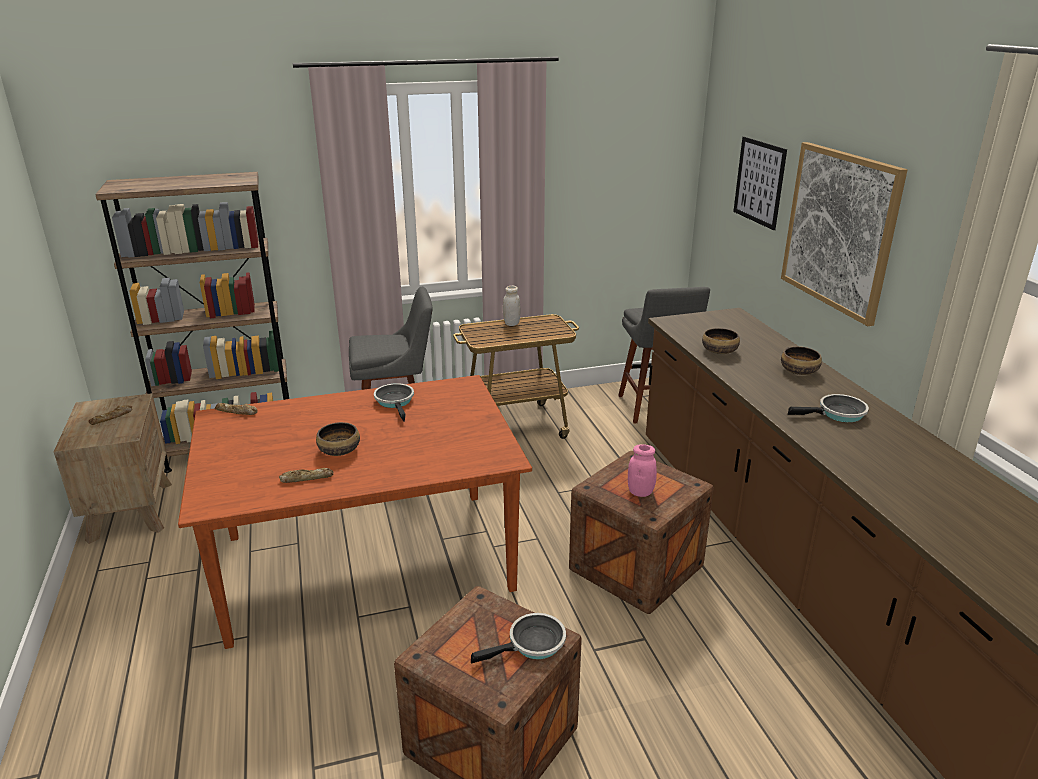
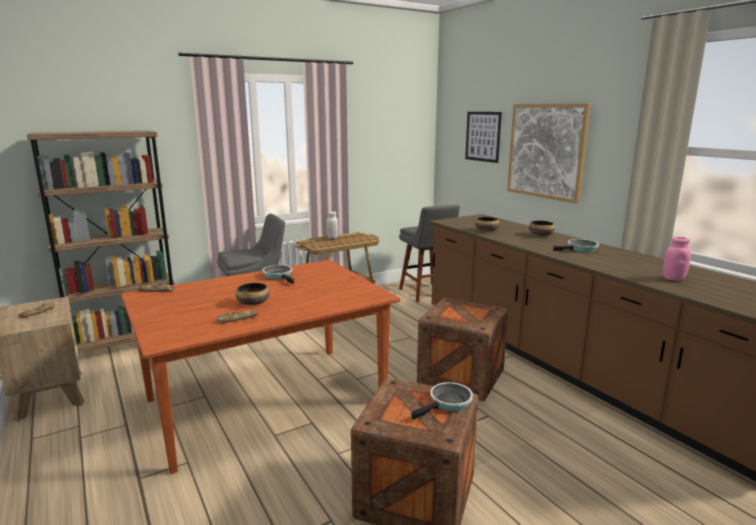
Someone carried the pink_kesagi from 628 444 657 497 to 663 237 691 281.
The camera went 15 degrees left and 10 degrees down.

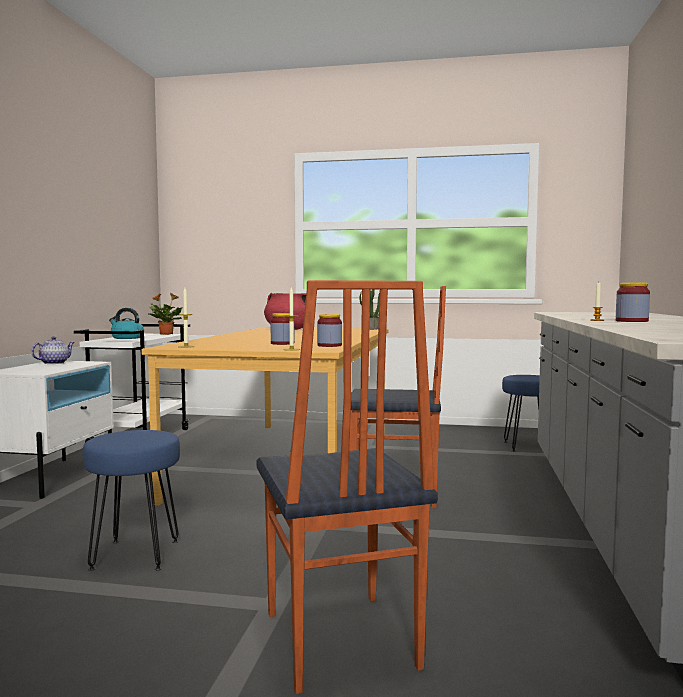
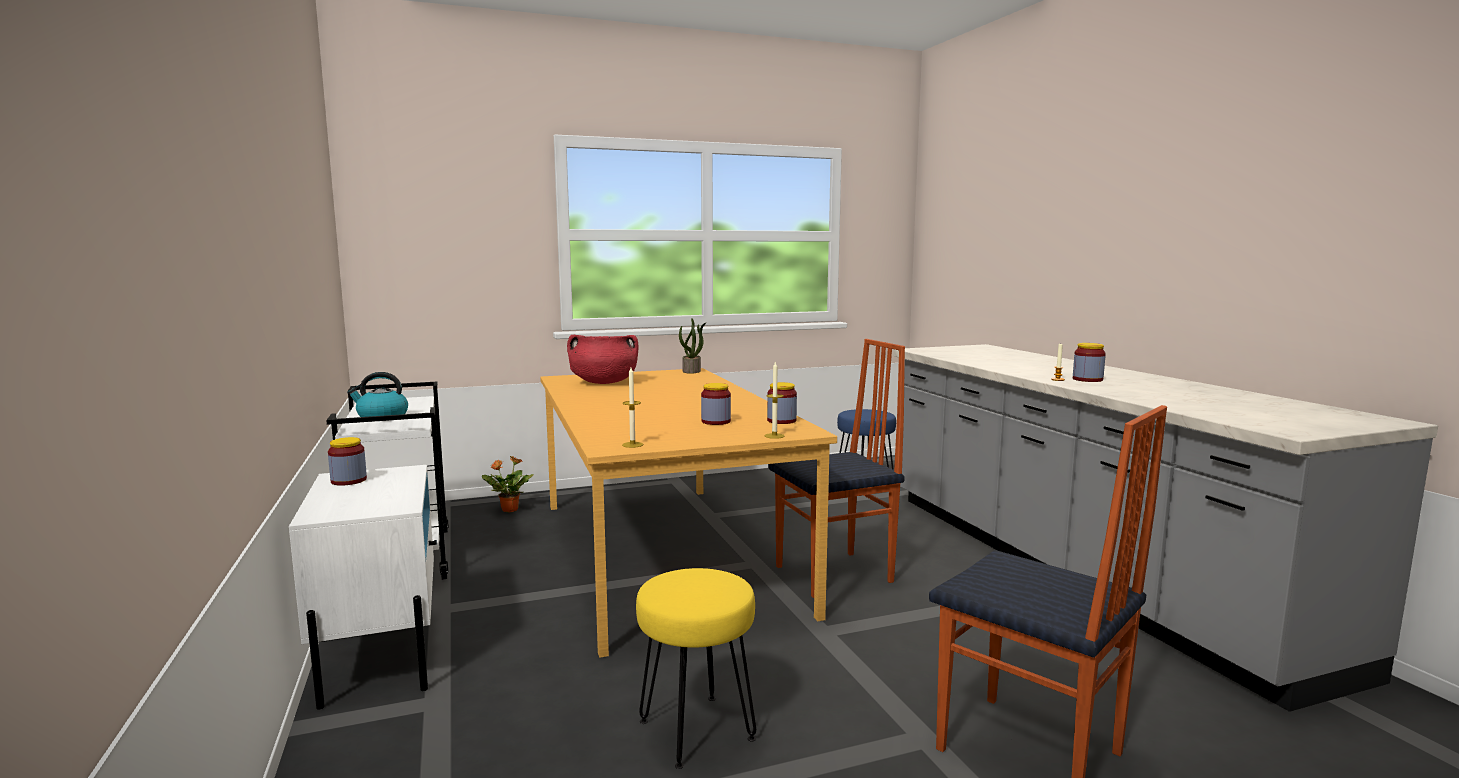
Someone carried the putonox from 149 293 183 335 to 482 456 534 513.
Someone swapped the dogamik at 31 336 75 364 for the kesagi at 328 437 367 486.
Someone repainted the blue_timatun at 82 430 180 571, which became the yellow_timatun at 636 568 756 769.
The camera went 30 degrees left and 5 degrees up.

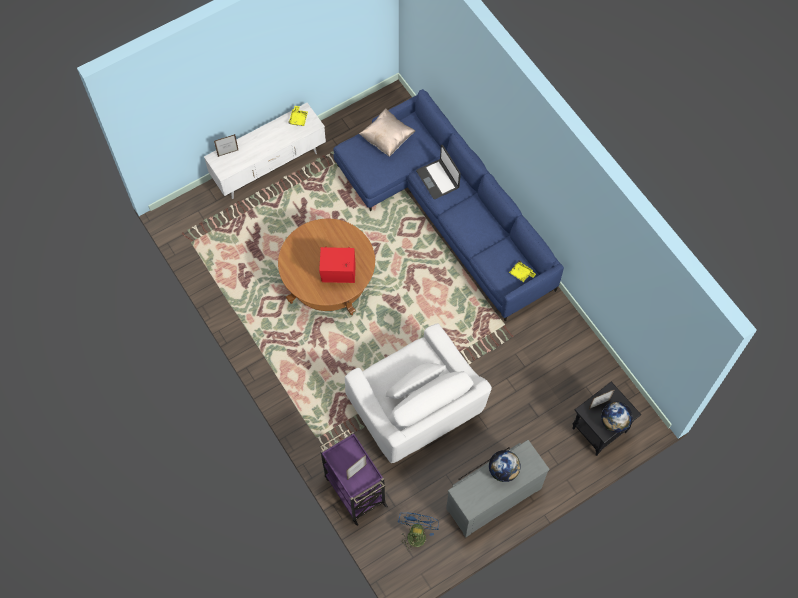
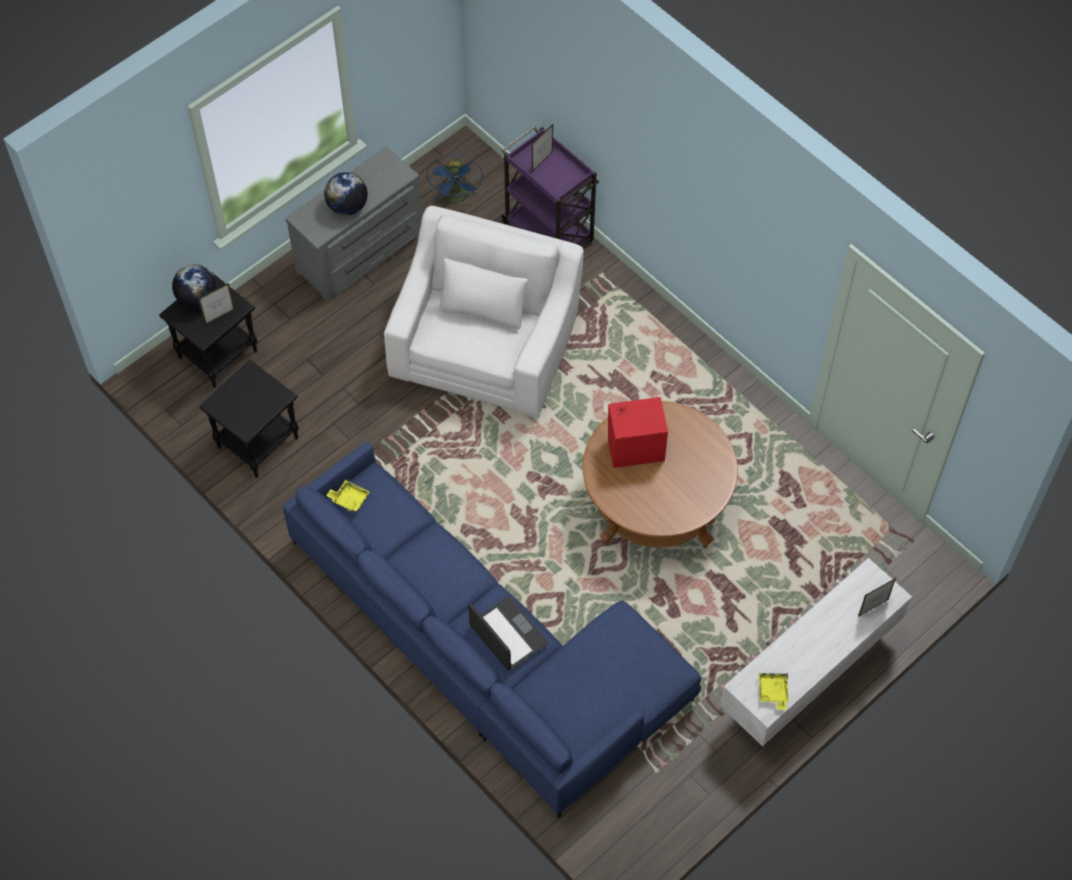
Someone took away the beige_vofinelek at 359 108 415 157.
Someone rotated the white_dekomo at 345 323 492 463 by 60 degrees clockwise.
Someone put down the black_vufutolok at 199 360 299 478.
The camera went 170 degrees right and 5 degrees down.

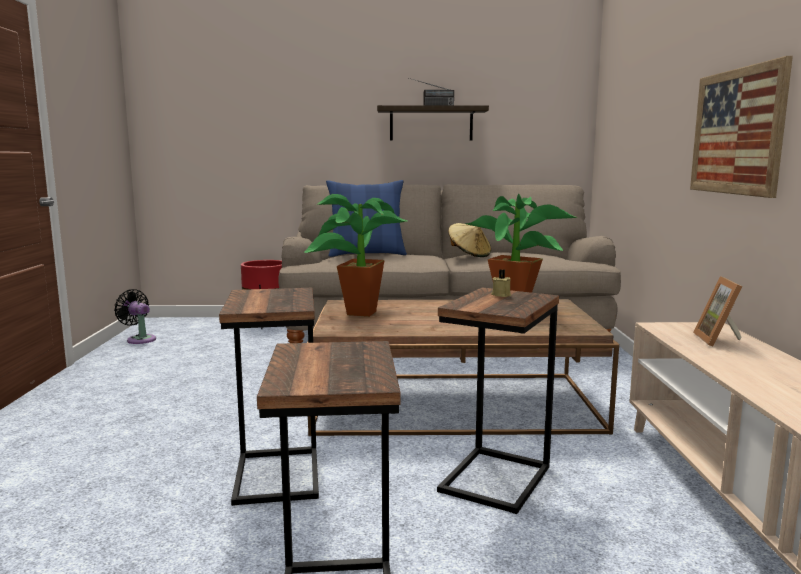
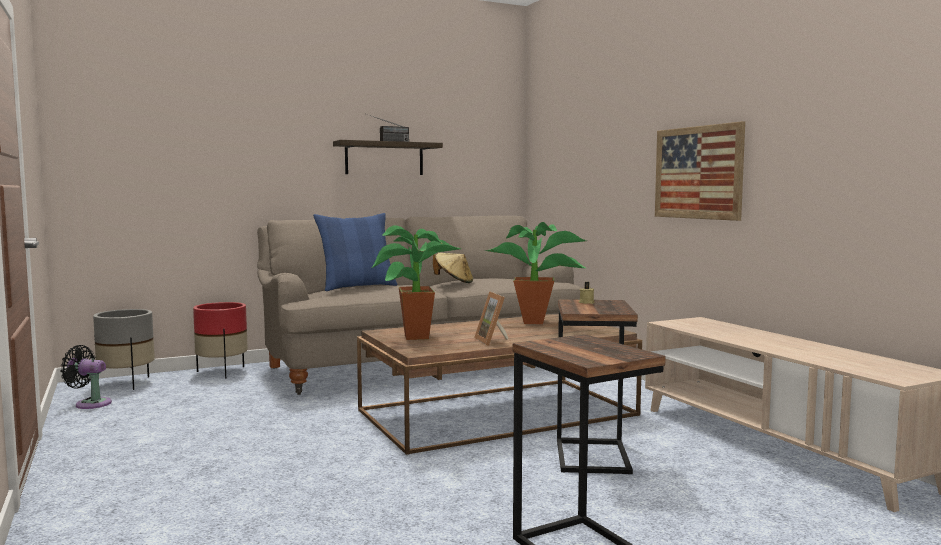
Someone carried the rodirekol from 693 276 742 347 to 474 291 508 346.
Someone took away the vufutolok at 219 288 319 506.
Someone put down the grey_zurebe at 93 309 155 390.
The camera went 25 degrees left and 5 degrees down.

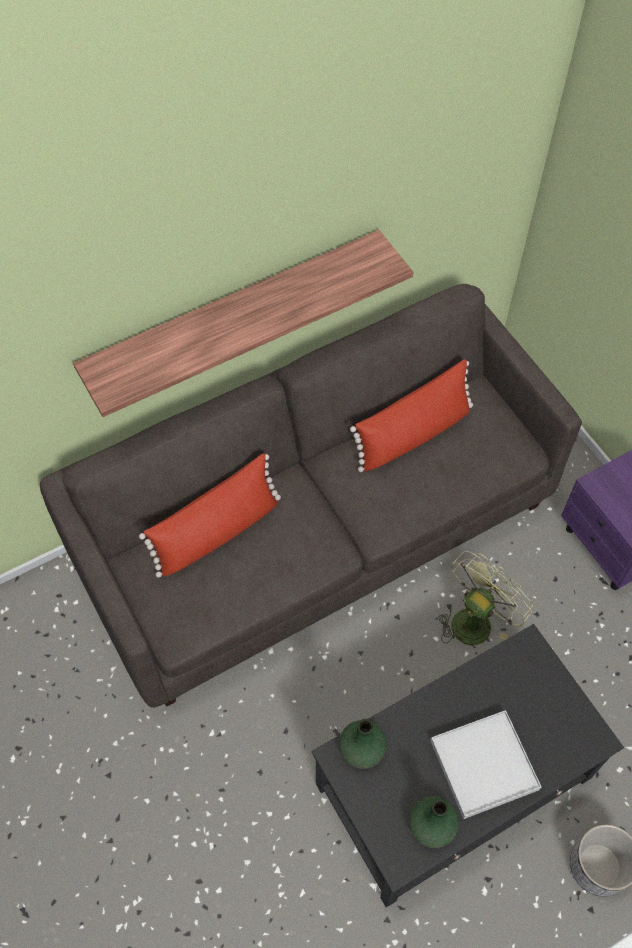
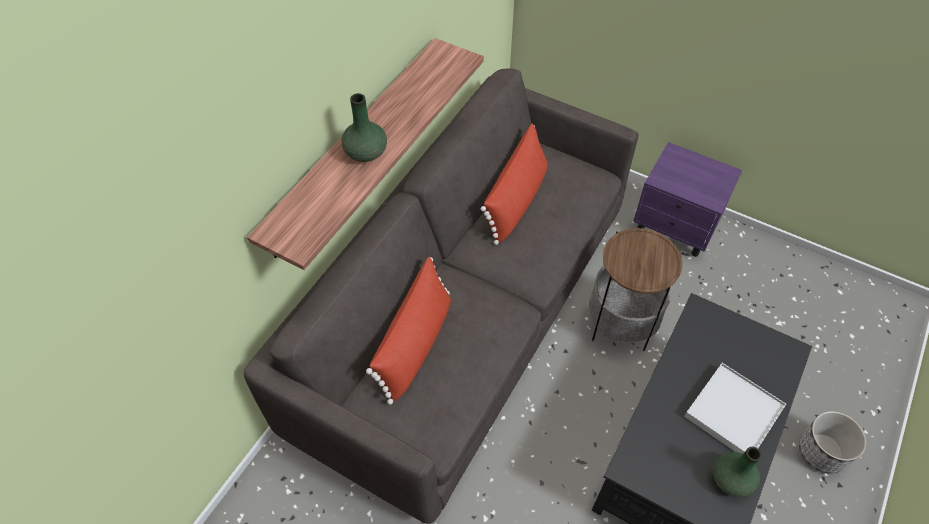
Someone swapped the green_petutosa at 439 551 533 645 for the vufutolok at 589 228 683 351.
Someone carried the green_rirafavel from 339 719 387 769 to 341 93 387 162.
The camera went 30 degrees left and 5 degrees down.

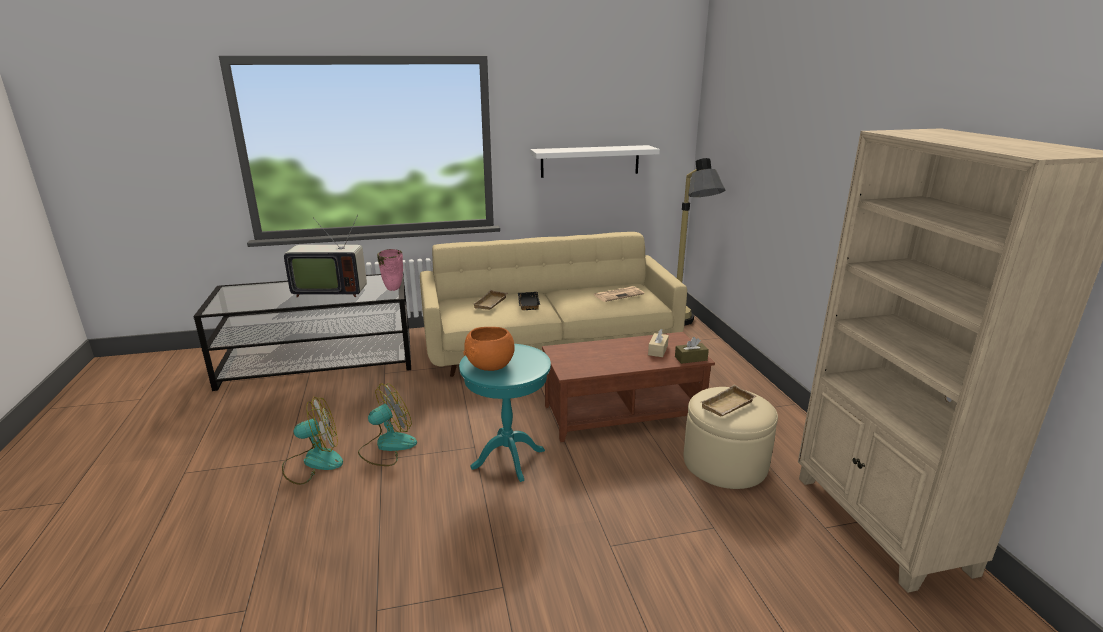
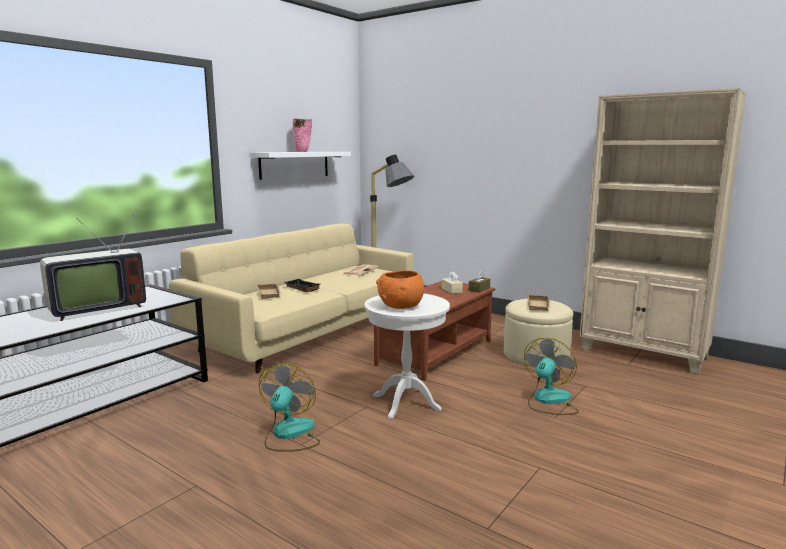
Someone carried the pink_rirafavel from 377 249 403 291 to 293 118 312 152.
Someone repainted the turquoise_vufutolok at 459 344 551 482, which became the white_vufutolok at 365 294 450 419.
Someone carried the petutosa from 282 397 343 485 to 524 338 579 415.
The camera went 40 degrees left and 10 degrees down.

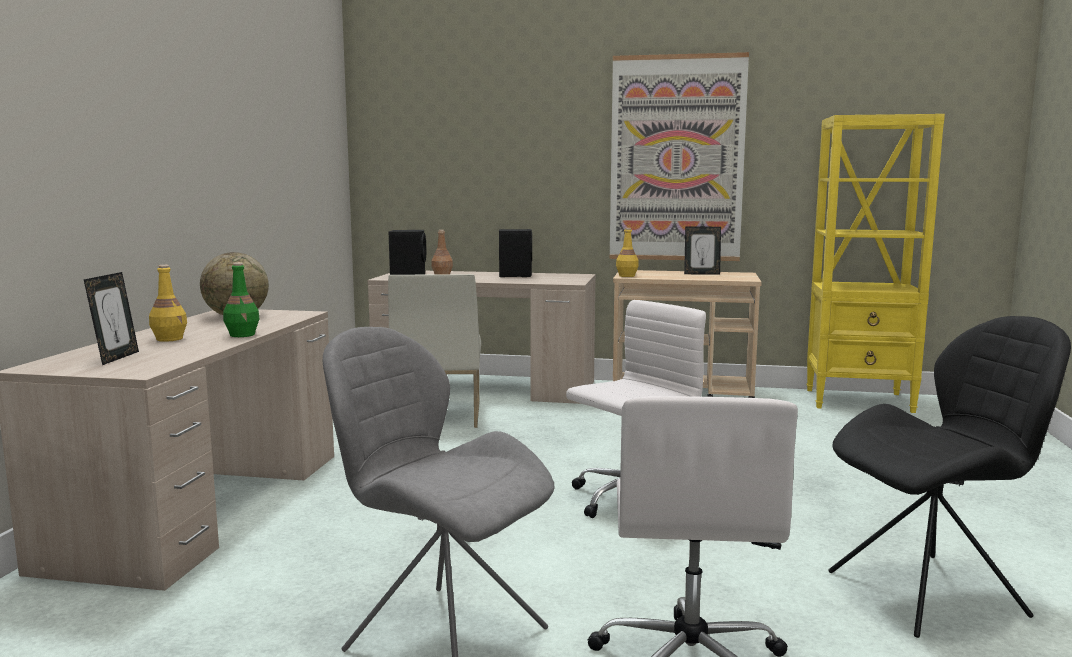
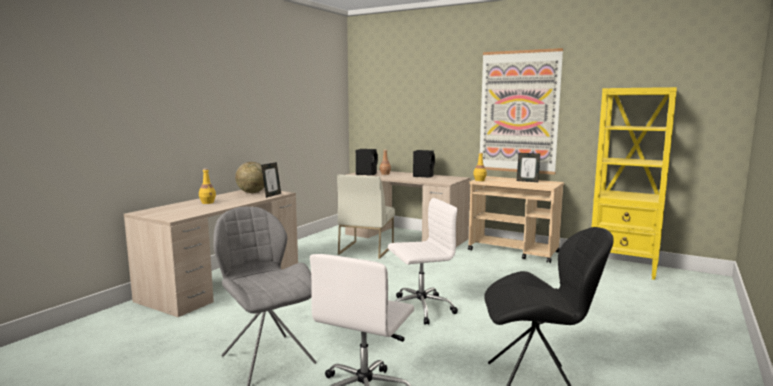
Someone took away the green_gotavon at 223 262 259 337.
Someone carried the rodirekol from 84 272 139 365 to 261 162 281 198.
The camera went 20 degrees right and 0 degrees up.

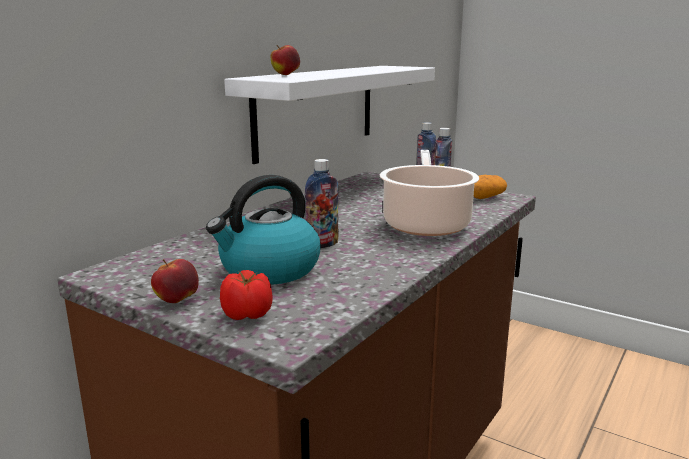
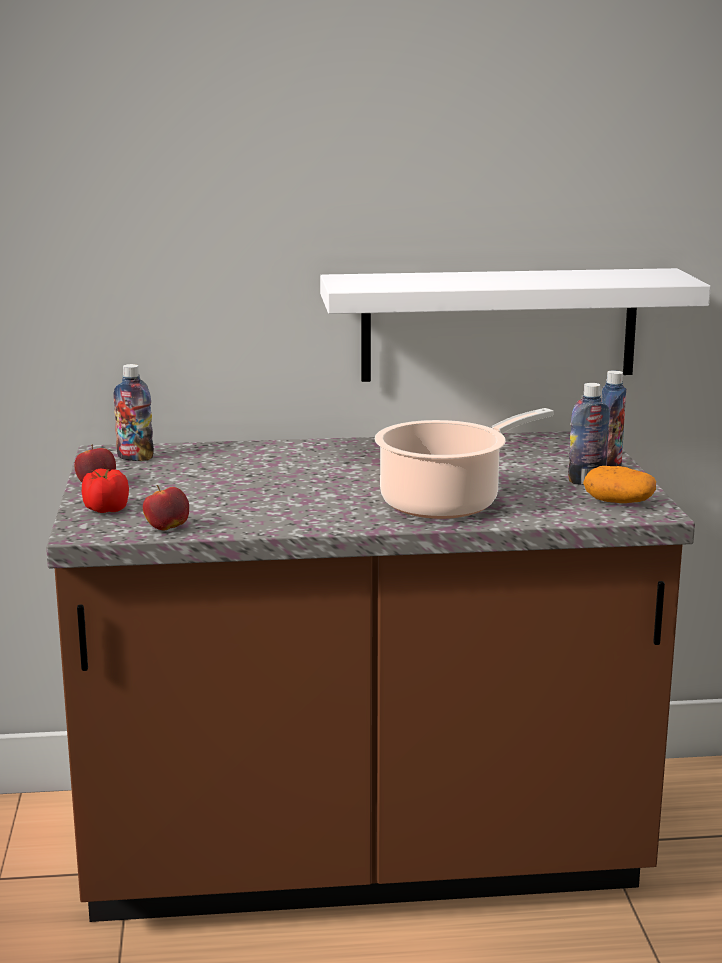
Someone carried the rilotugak from 271 45 300 75 to 143 485 189 530.
Someone carried the gotavon from 305 159 339 248 to 113 364 154 461.
Someone took away the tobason at 206 175 321 285.
The camera went 50 degrees right and 0 degrees up.

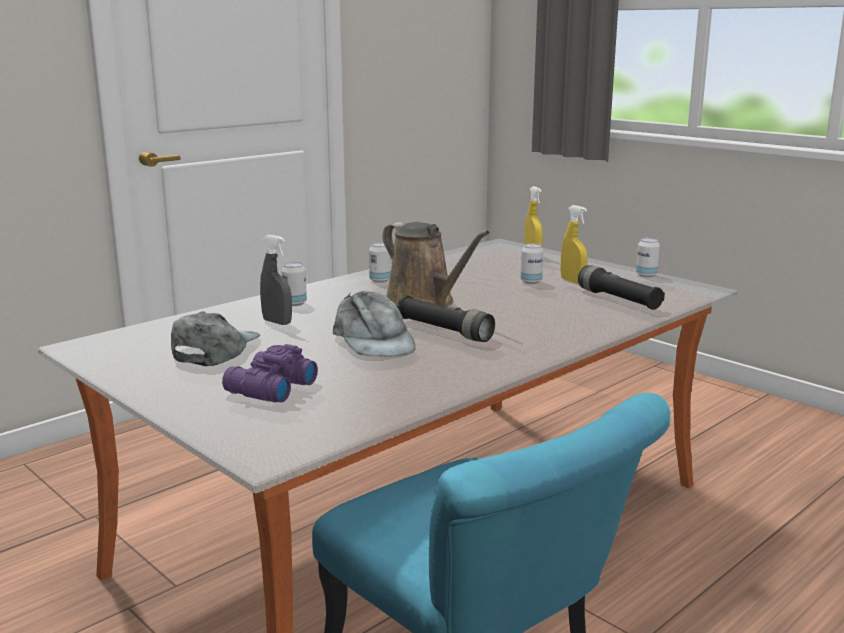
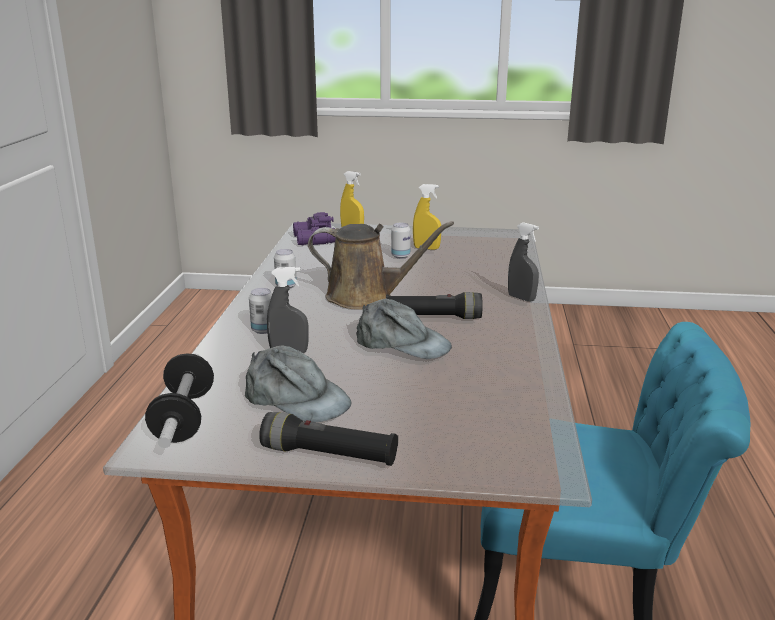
Someone took away the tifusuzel at 636 238 660 277.
Someone carried the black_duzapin from 578 265 665 310 to 259 412 398 466.
Someone rotated the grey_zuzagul at 171 311 260 366 by 150 degrees clockwise.
Someone carried the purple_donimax from 222 344 318 403 to 293 212 336 246.
Someone put down the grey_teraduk at 508 222 539 302.
Someone put down the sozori at 145 353 214 448.
The camera went 40 degrees left and 5 degrees up.

